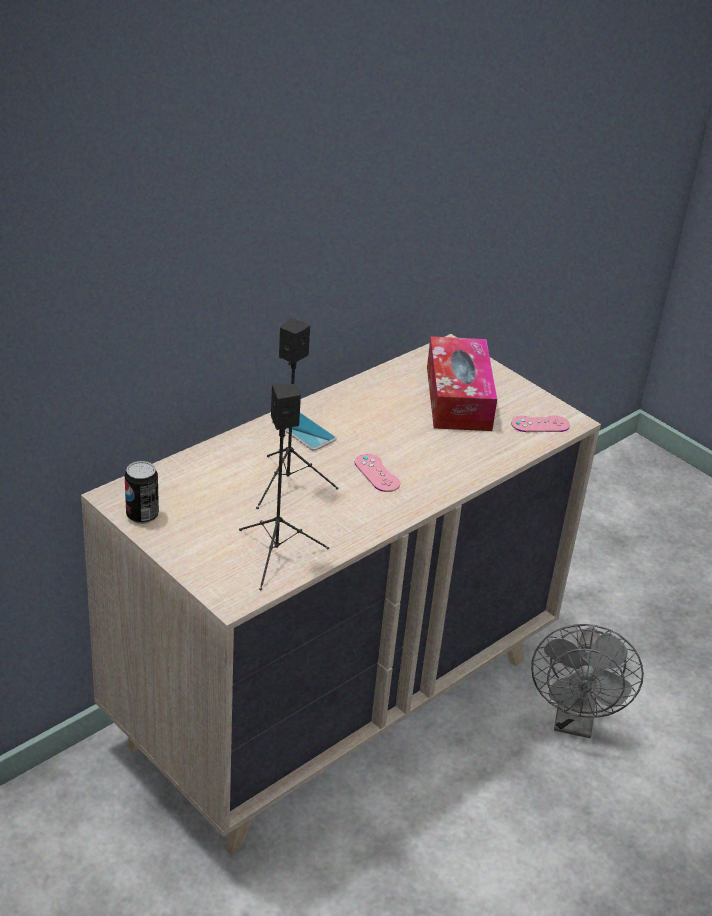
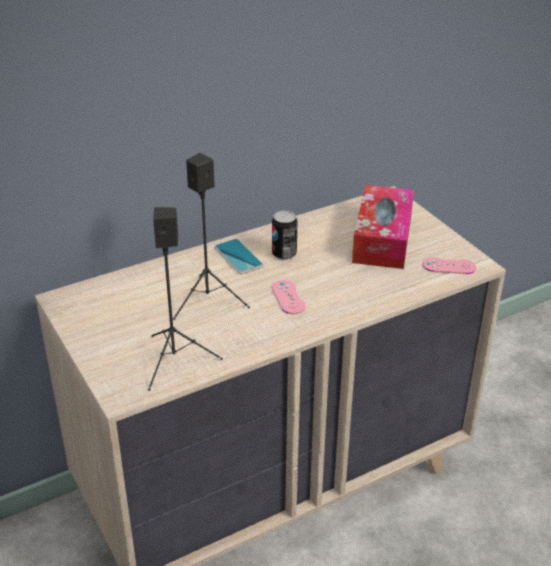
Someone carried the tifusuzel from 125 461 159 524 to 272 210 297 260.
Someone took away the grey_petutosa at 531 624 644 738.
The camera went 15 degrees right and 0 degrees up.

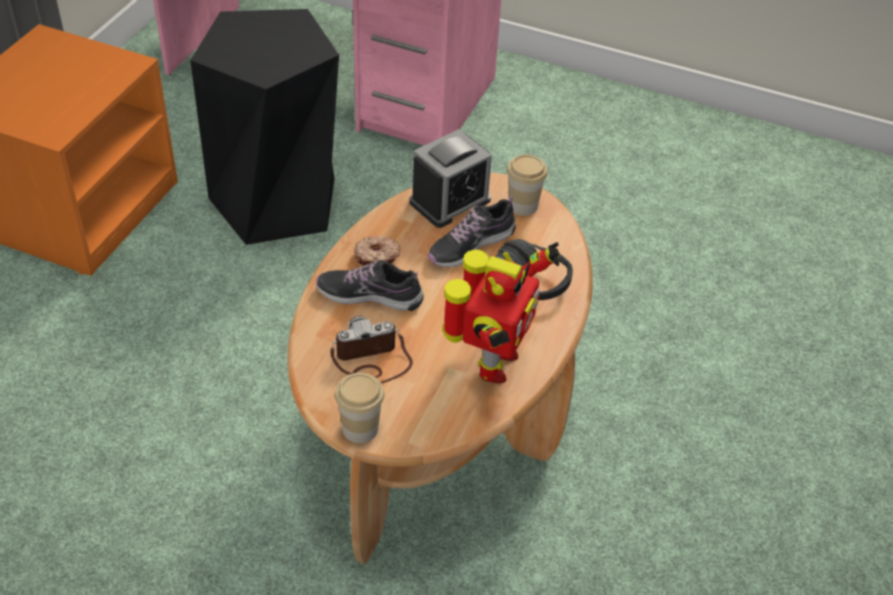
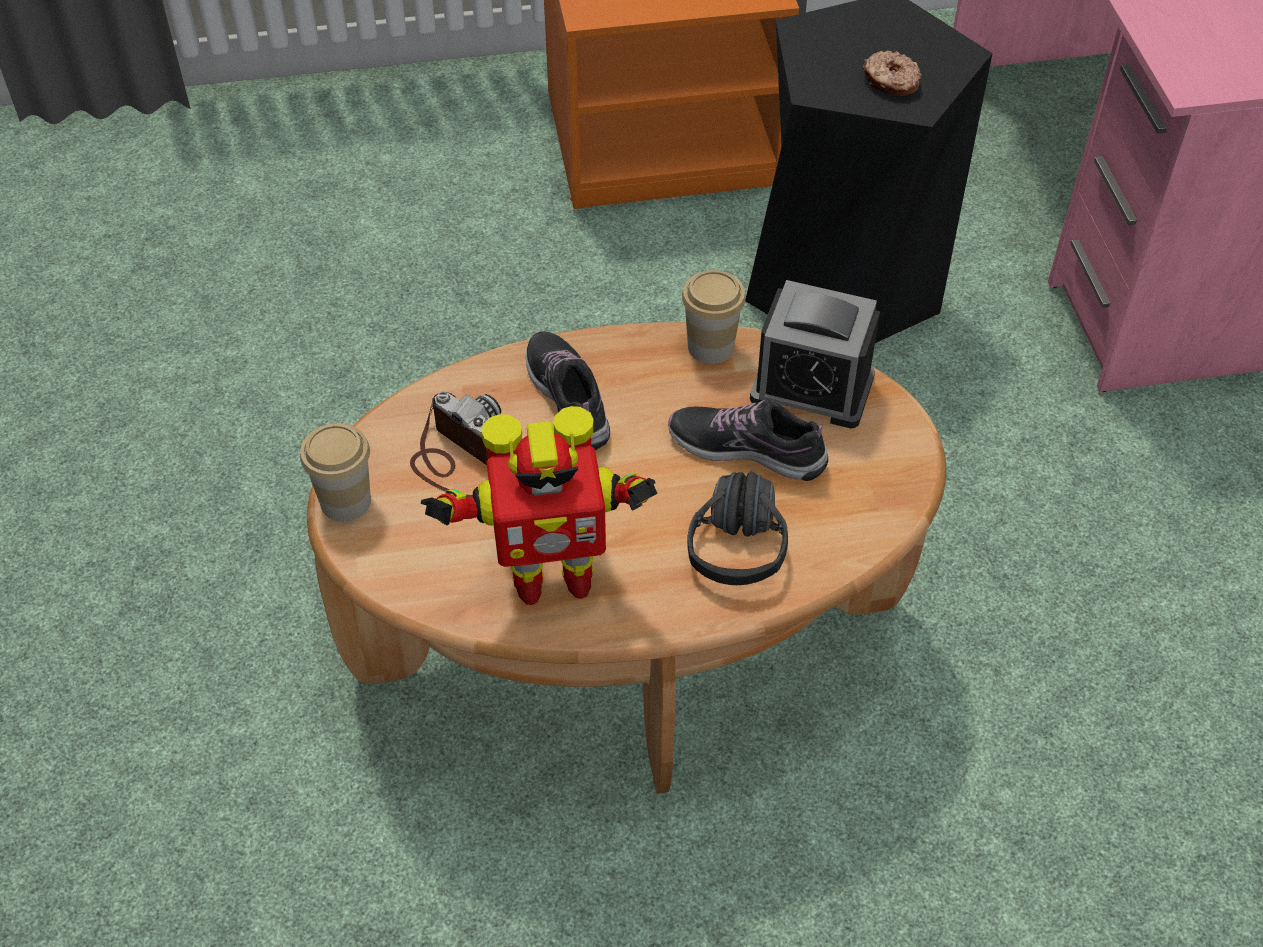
Someone carried the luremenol from 507 155 547 216 to 682 270 746 364.
Someone carried the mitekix from 354 236 400 266 to 863 51 922 96.
The camera went 60 degrees right and 5 degrees up.

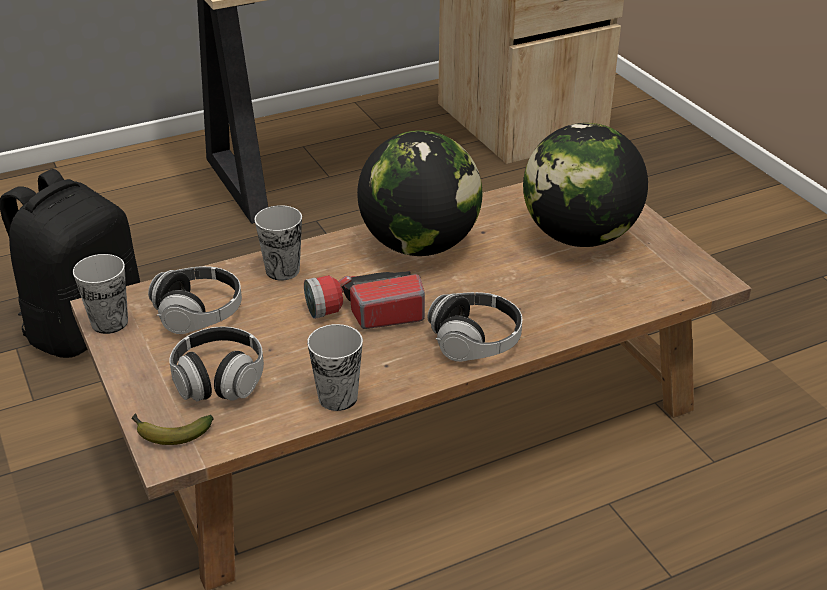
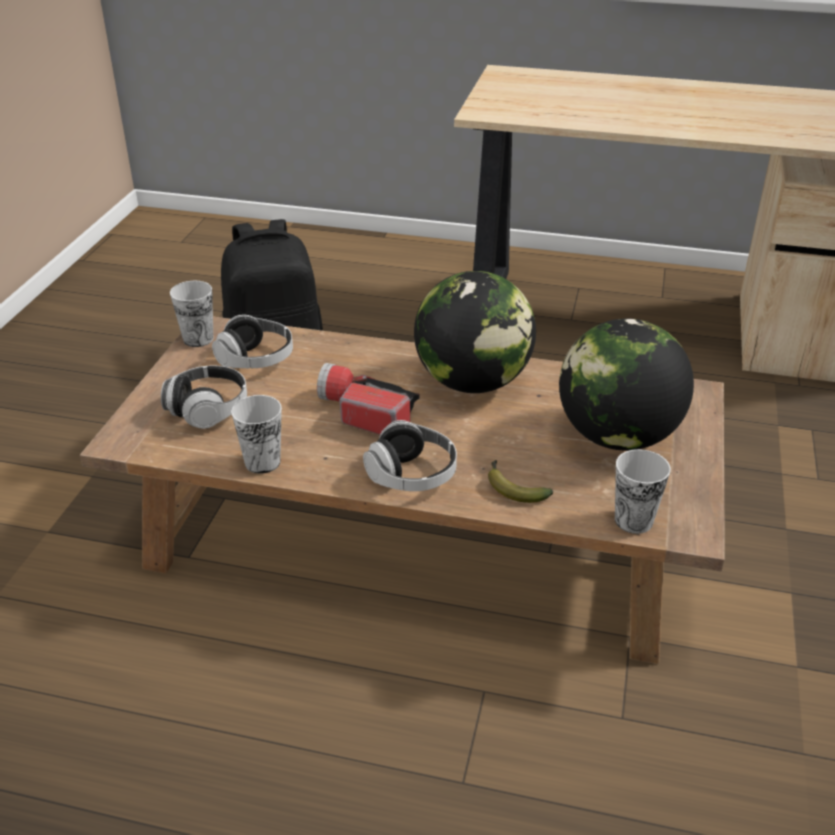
Someone carried the luremenol from 255 205 302 281 to 615 449 671 534.
Someone carried the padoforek from 131 413 213 445 to 488 460 553 503.
The camera went 40 degrees right and 0 degrees up.

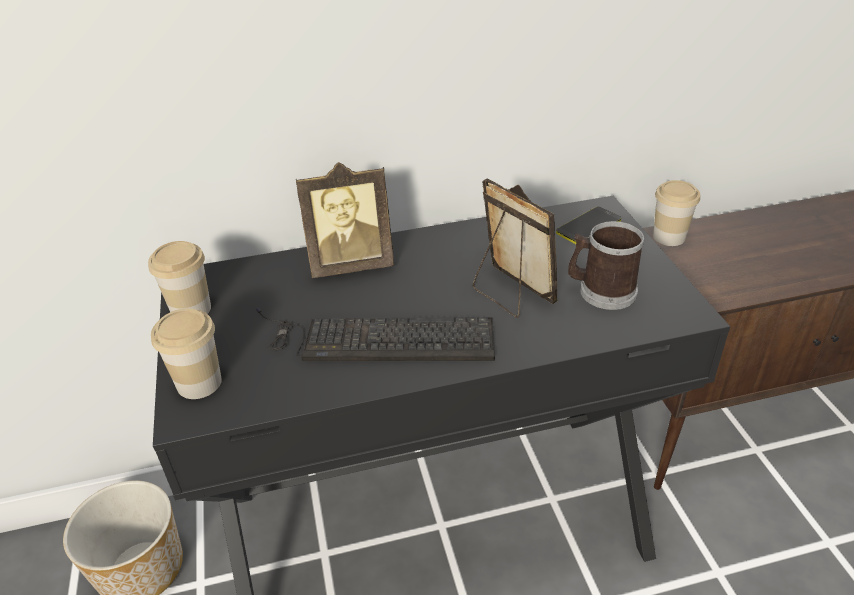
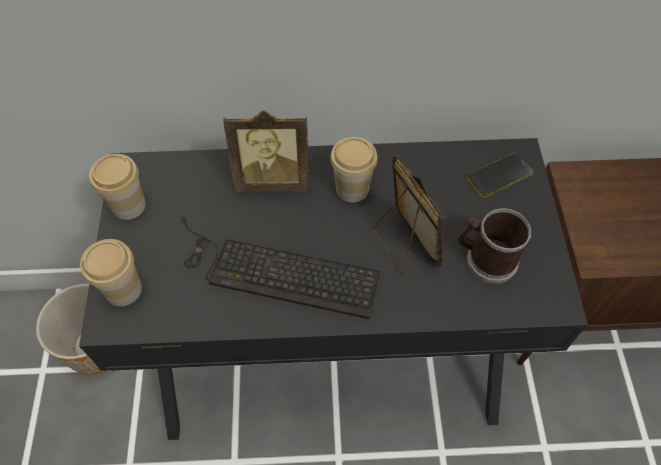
Someone carried the luremenol from 653 180 700 246 to 330 137 378 202.
The camera went 10 degrees right and 20 degrees up.

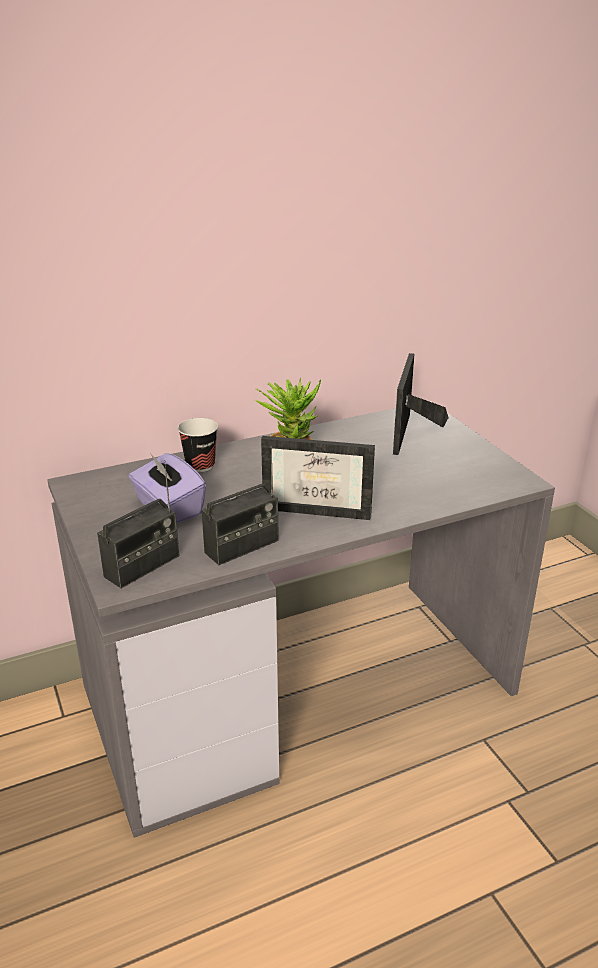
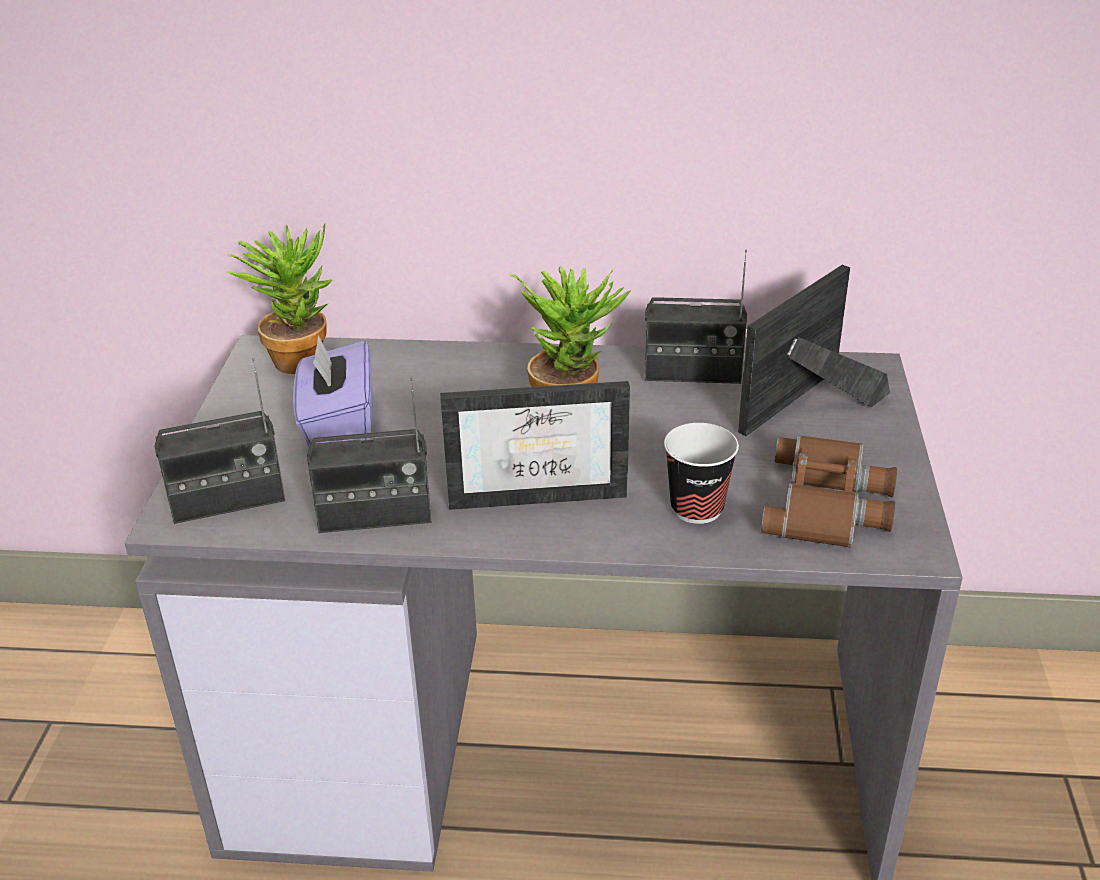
Someone carried the luremenol from 178 418 218 472 to 664 423 739 524.
Someone rotated the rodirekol at 261 436 375 520 by 45 degrees counterclockwise.
Someone put down the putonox at 227 224 332 374.
Someone put down the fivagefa at 645 249 747 384.
Someone put down the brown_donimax at 761 435 897 548.
The camera went 30 degrees right and 5 degrees up.

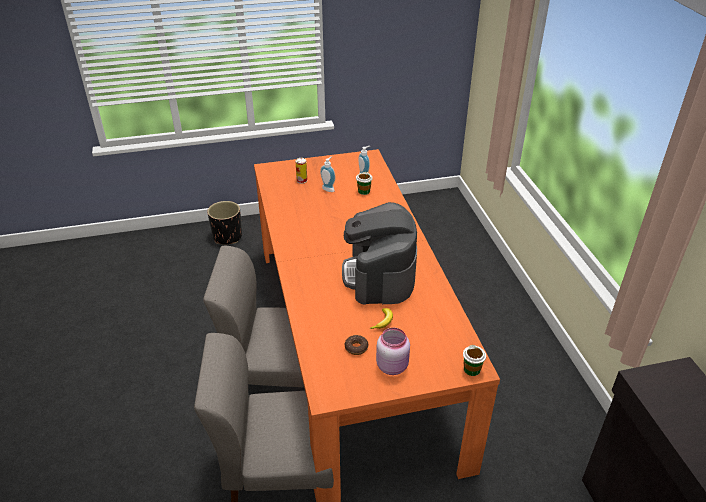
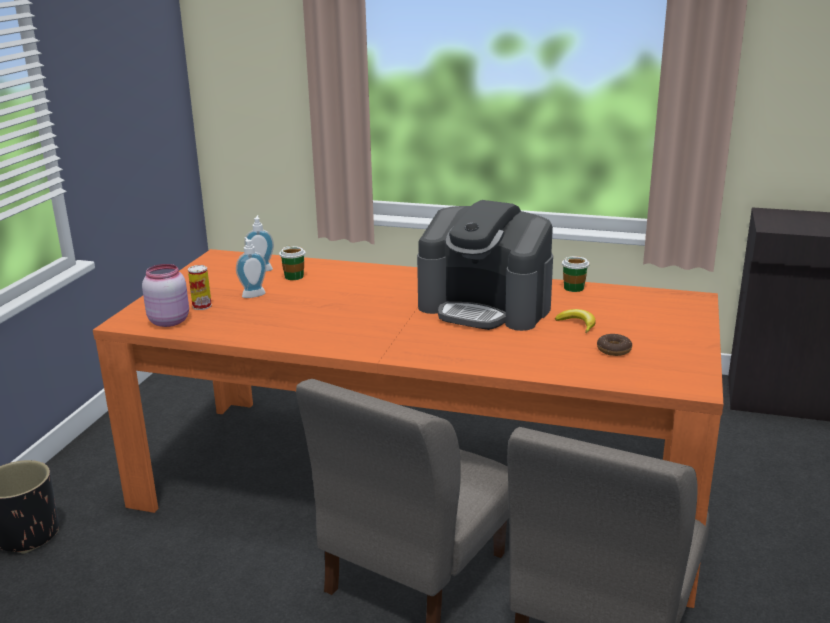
Someone carried the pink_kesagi from 376 328 410 375 to 142 264 189 327.
Someone carried the luremenol from 463 345 486 376 to 562 256 590 292.
The camera went 60 degrees left and 15 degrees down.

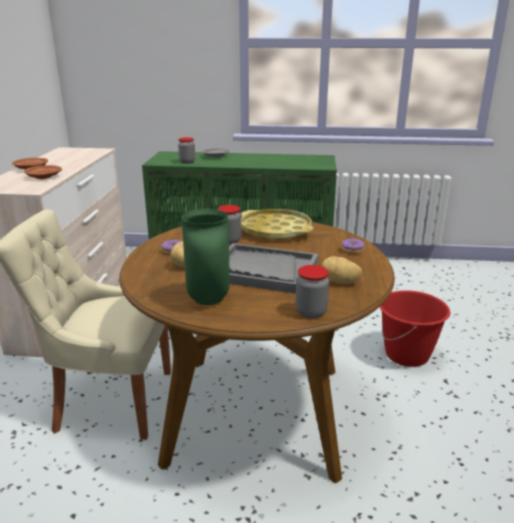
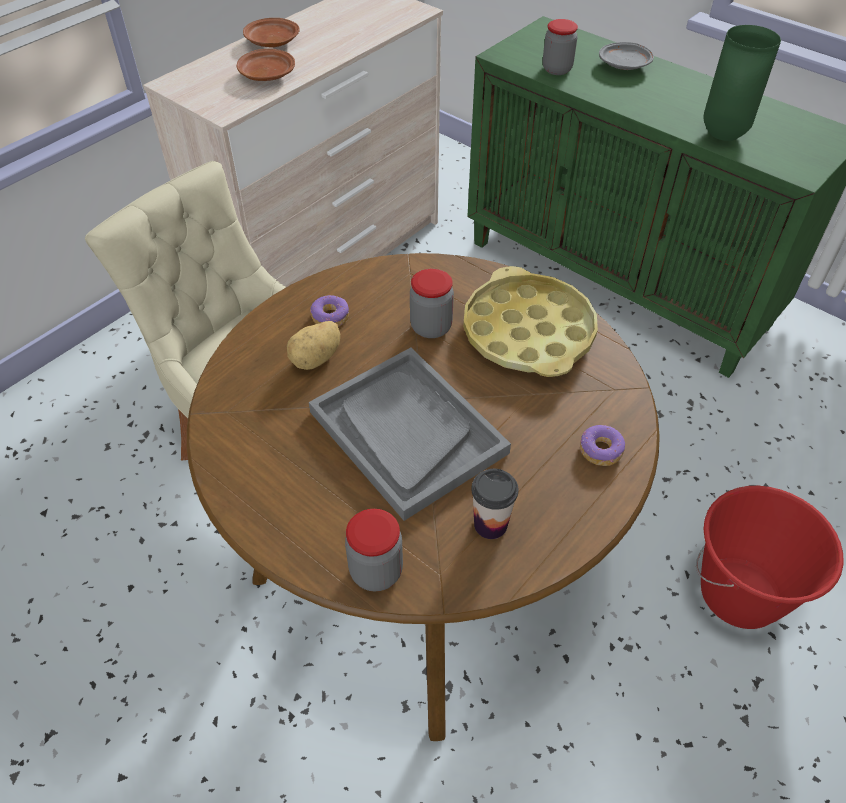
Someone carried the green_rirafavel from 182 209 230 305 to 703 25 781 141.
Someone swapped the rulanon at 322 256 362 284 for the luremenol at 471 469 518 539.
The camera went 35 degrees right and 25 degrees up.

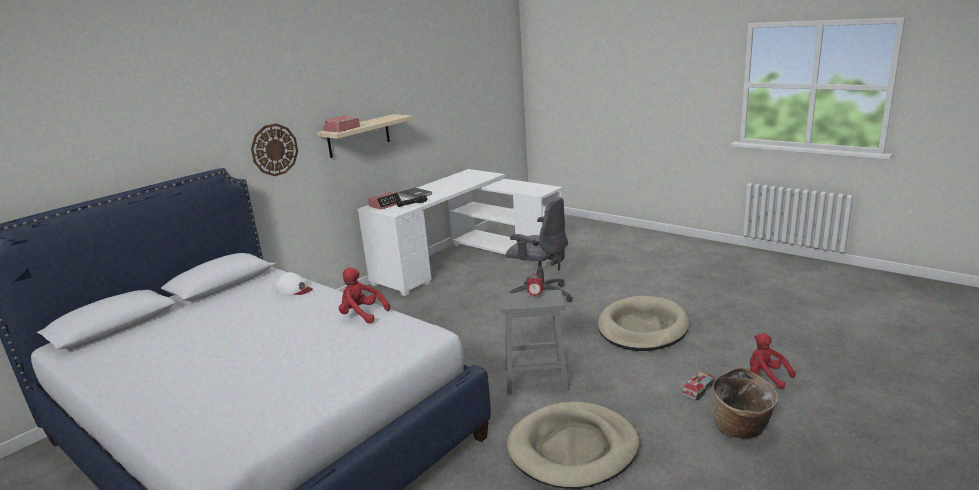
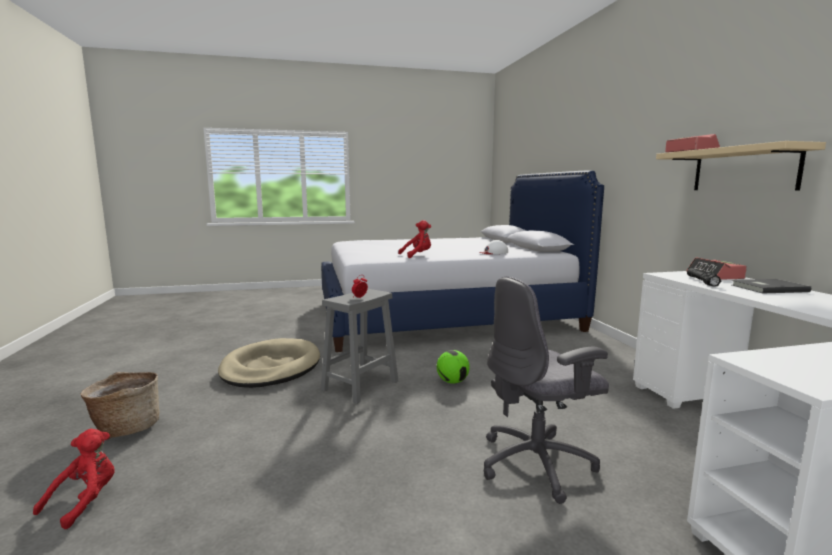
Someone took away the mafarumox at 251 123 298 176.
Someone took away the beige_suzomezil at 598 296 689 351.
Someone rotated the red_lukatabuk at 750 333 796 389 by 60 degrees counterclockwise.
Someone took away the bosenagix at 683 372 716 400.
Someone put down the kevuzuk at 437 350 470 384.
The camera went 125 degrees right and 10 degrees down.

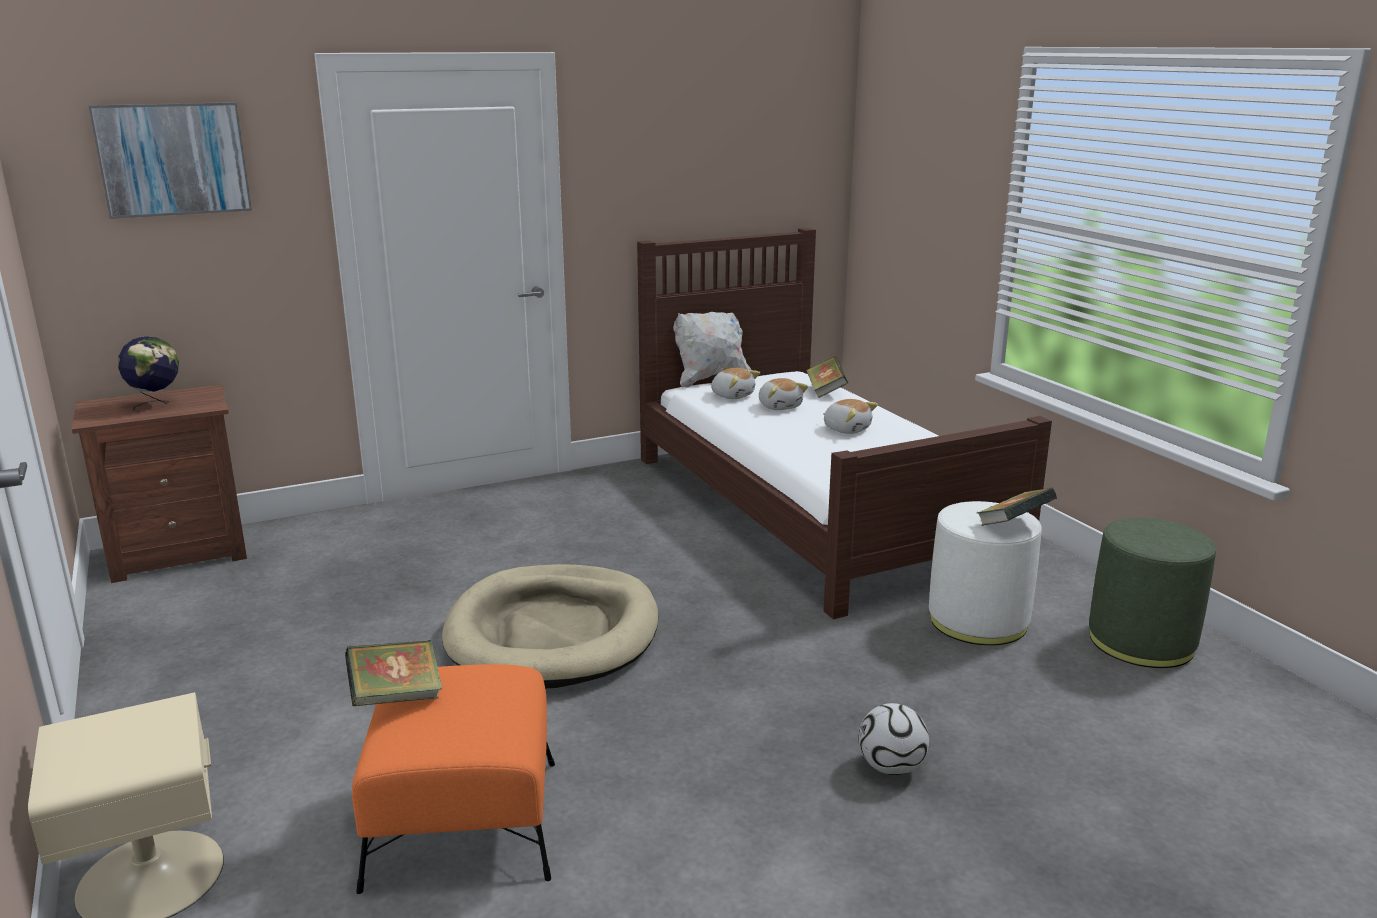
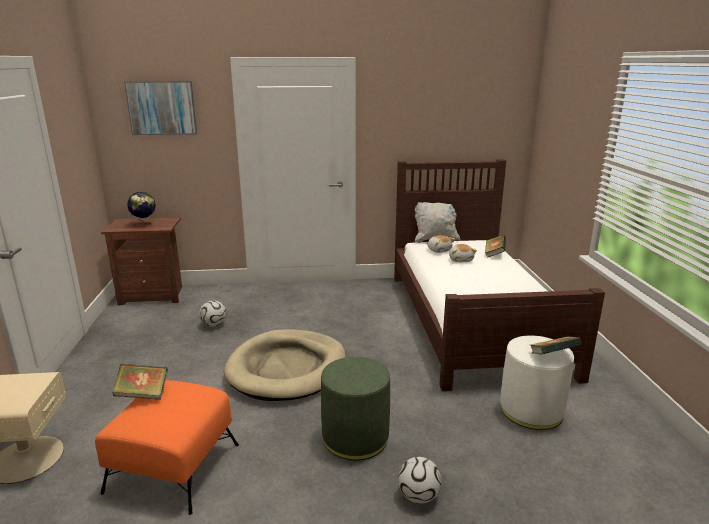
Someone took away the lukatabuk at 823 399 878 434.
Someone carried the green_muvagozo from 1089 518 1216 668 to 321 357 390 460.
Someone put down the kevuzuk at 199 300 227 327.
The camera went 20 degrees right and 0 degrees up.

